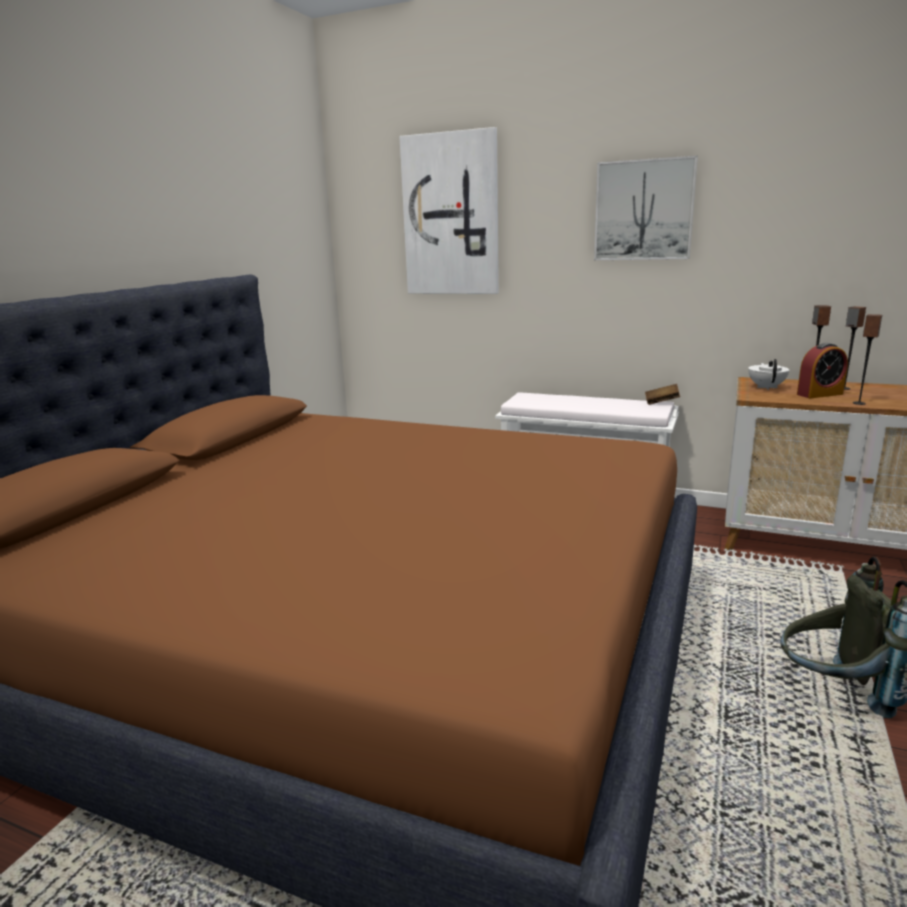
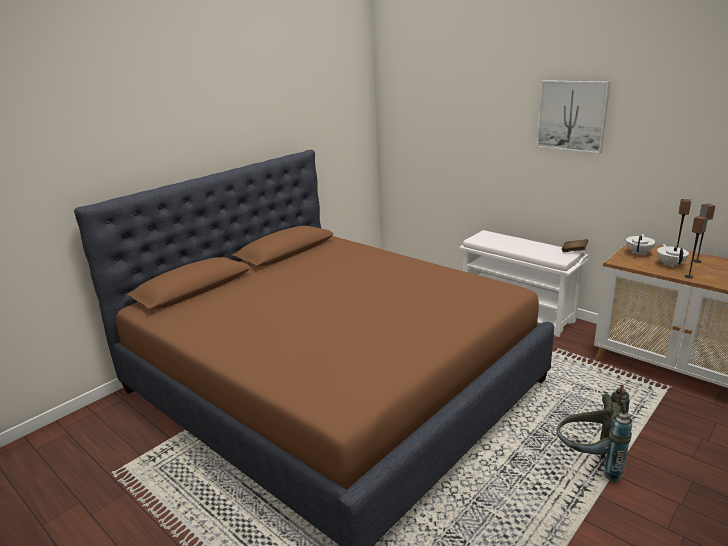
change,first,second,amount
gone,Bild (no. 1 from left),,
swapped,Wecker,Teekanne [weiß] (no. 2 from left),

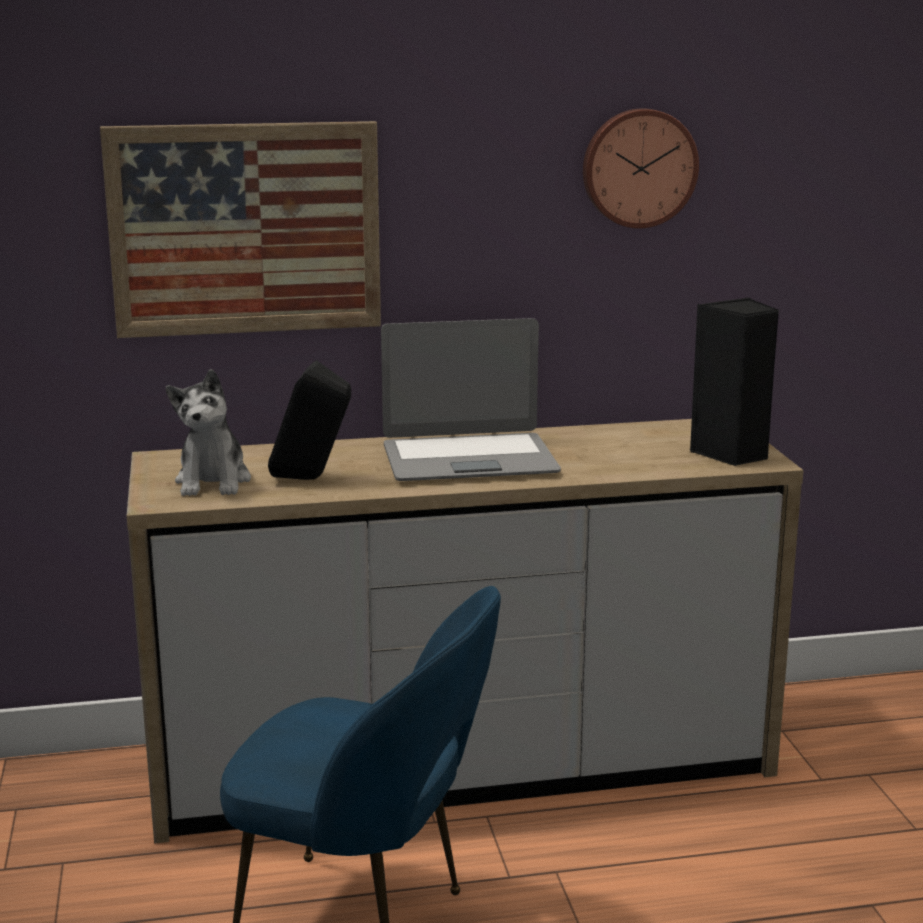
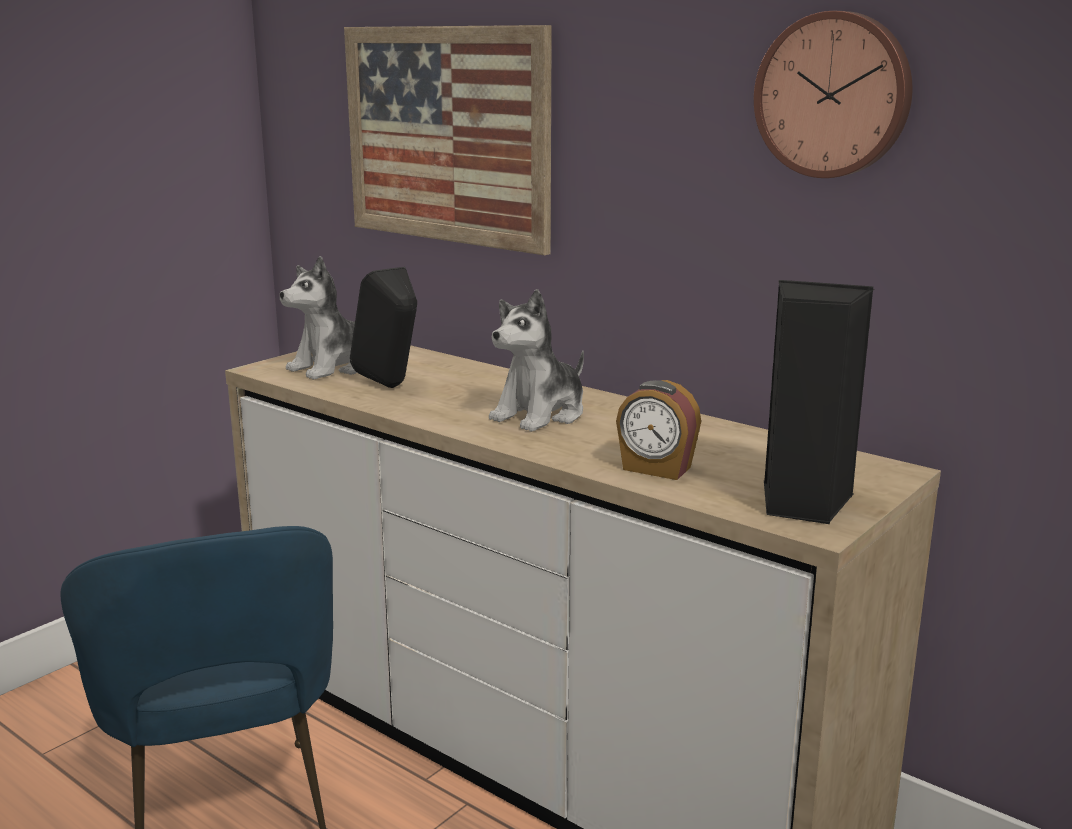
change,first,second,amount
swapped,Laptop,Plüschtier (no. 2 from left),
new,,Wecker,

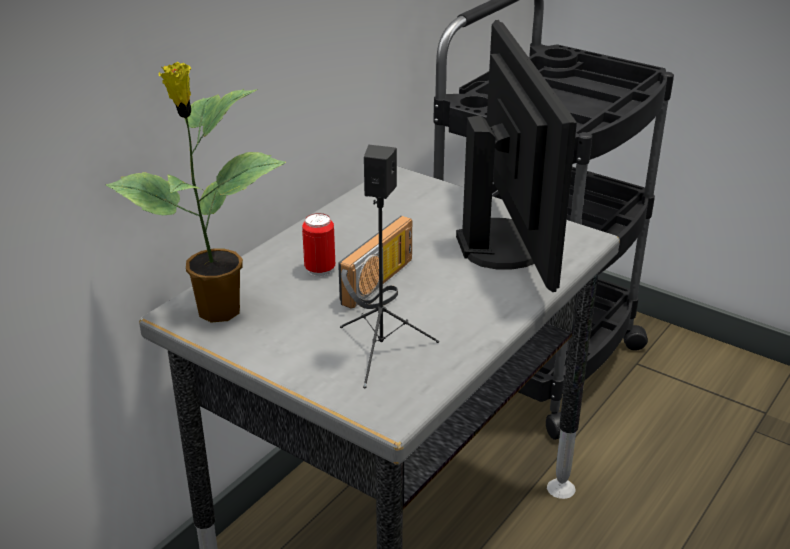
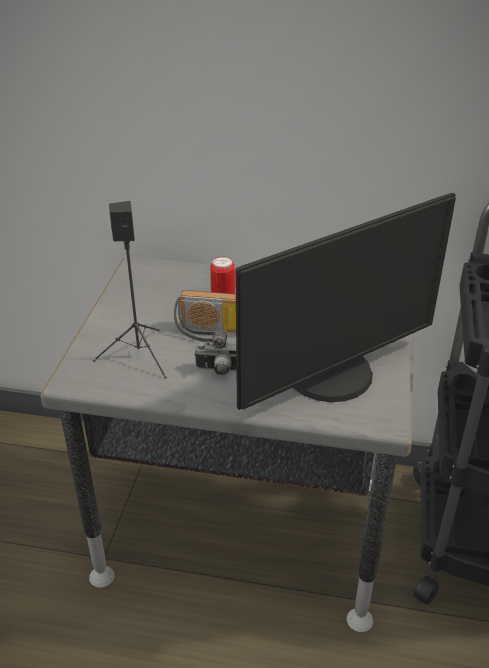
change,first,second,amount
gone,Topfpflanze,,
new,,Kamera,

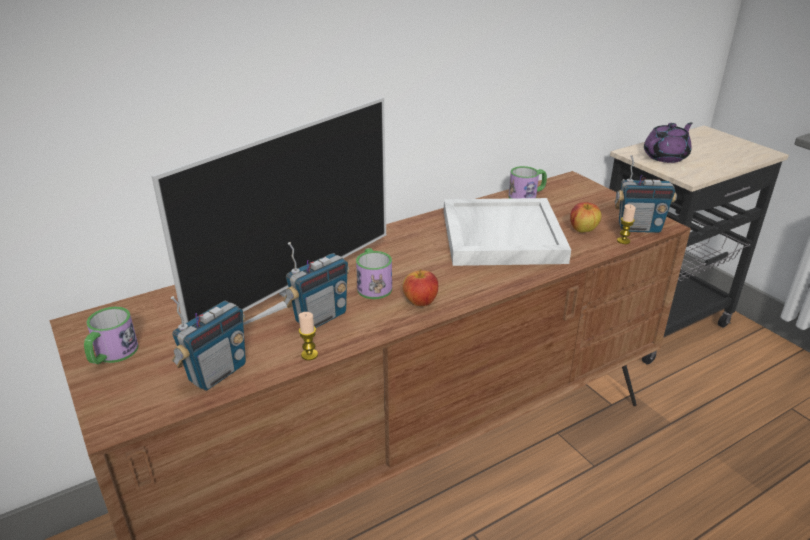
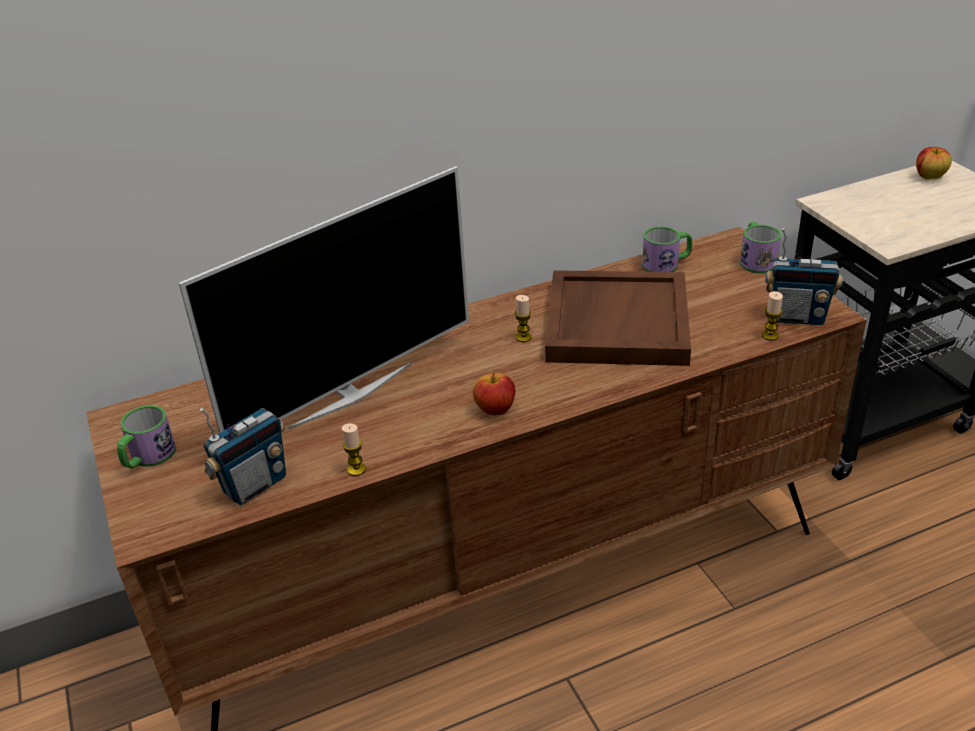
change,first,second,amount
gone,Teekanne [lila],,
repainted,Tablett [weiß],Tablett [braun],
shifted,Apfel (no. 2 from left),,
gone,Radio (no. 2 from left),,
shifted,Henkelbecher (no. 2 from left in the first image),Henkelbecher (no. 3 from left),
new,,Kerze (no. 2 from left),

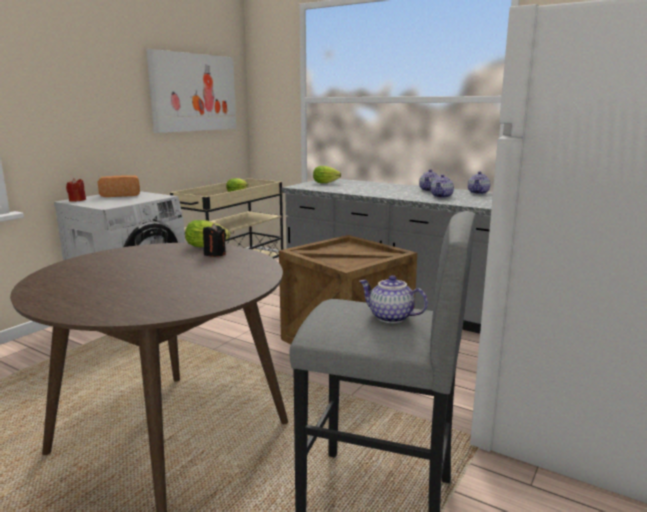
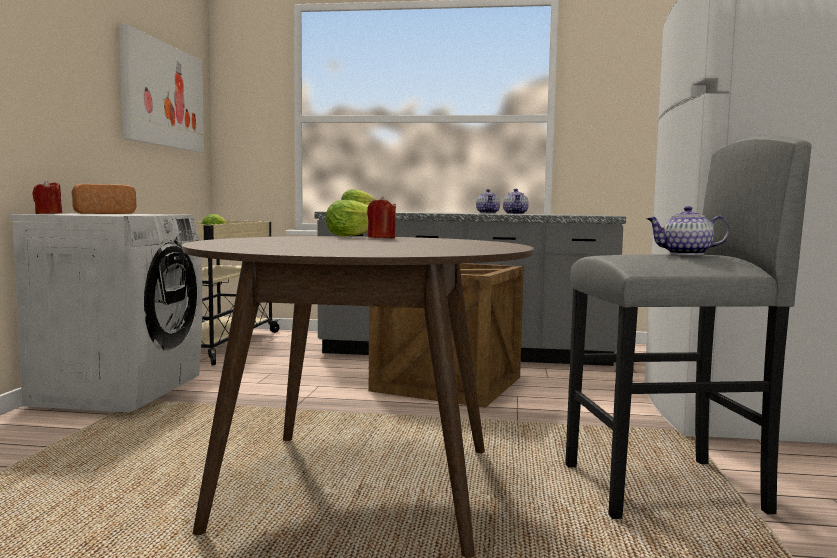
change,first,second,amount
gone,Teekanne (no. 4 from left),,
repainted,Kerze [schwarz],Kerze [rot] (no. 2 from left),

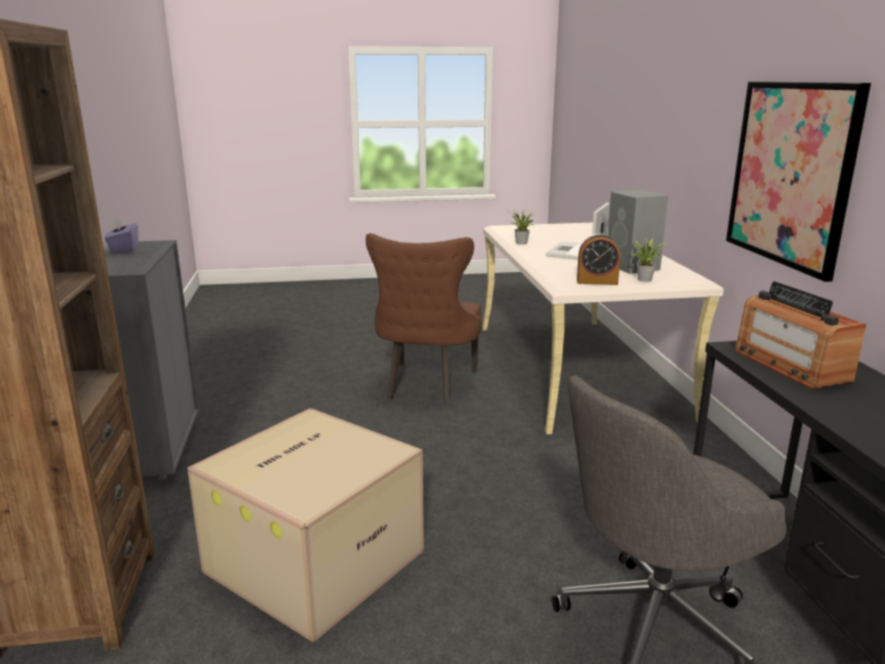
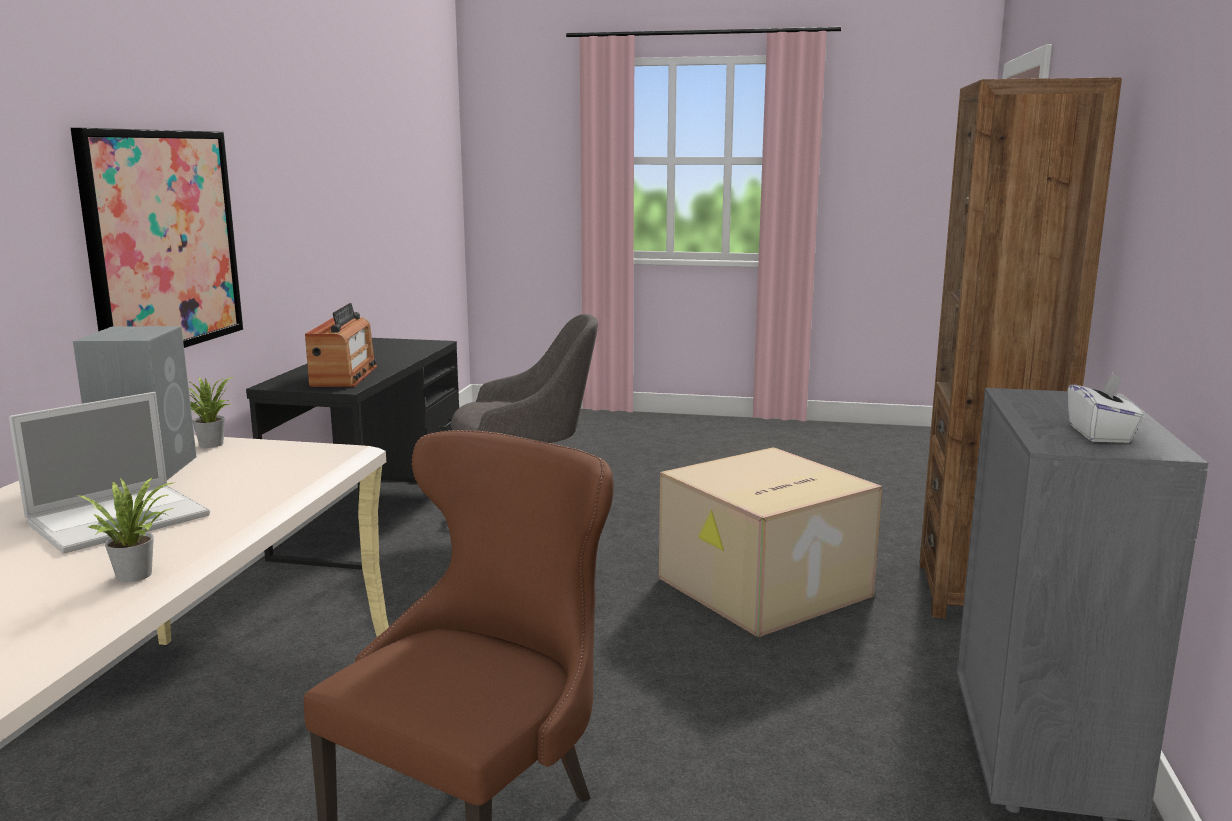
change,first,second,amount
repainted,Taschentuchbox [lila],Taschentuchbox [weiß],
gone,Wecker,,

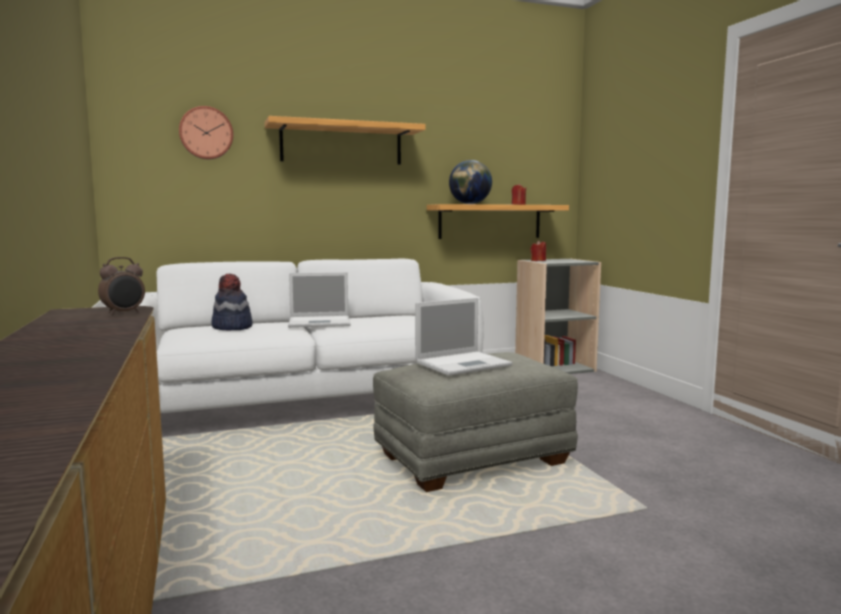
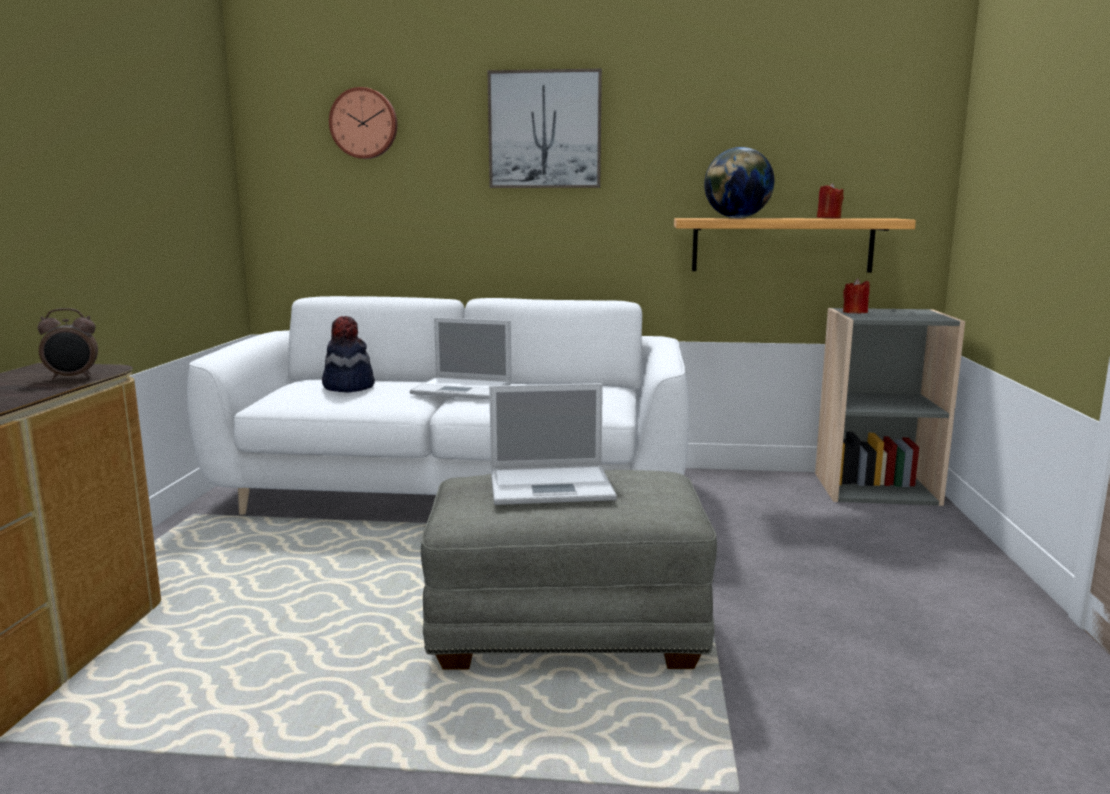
change,first,second,amount
swapped,Wandregal (no. 1 from left),Bild,

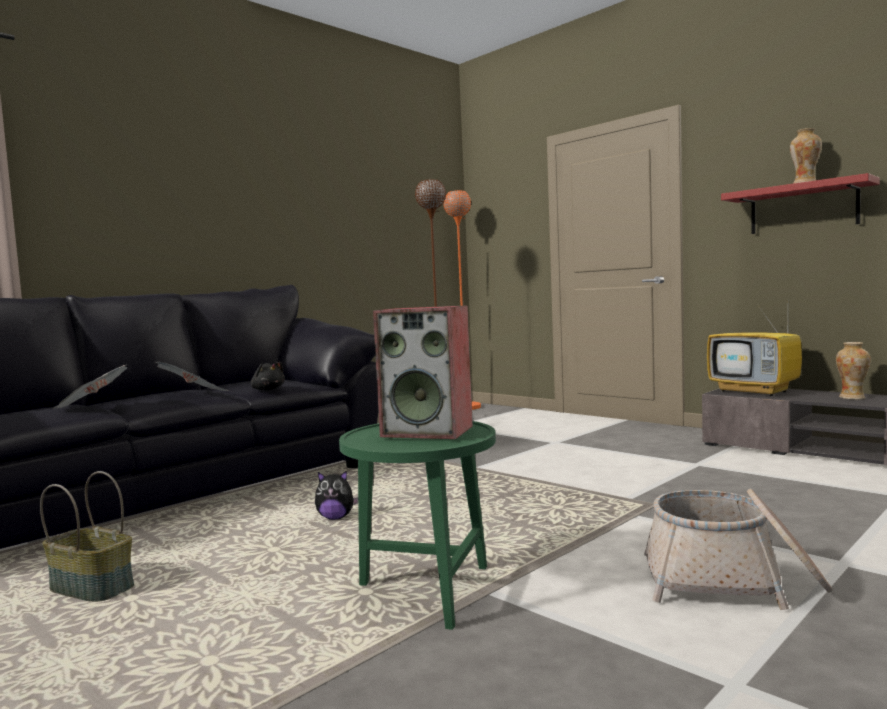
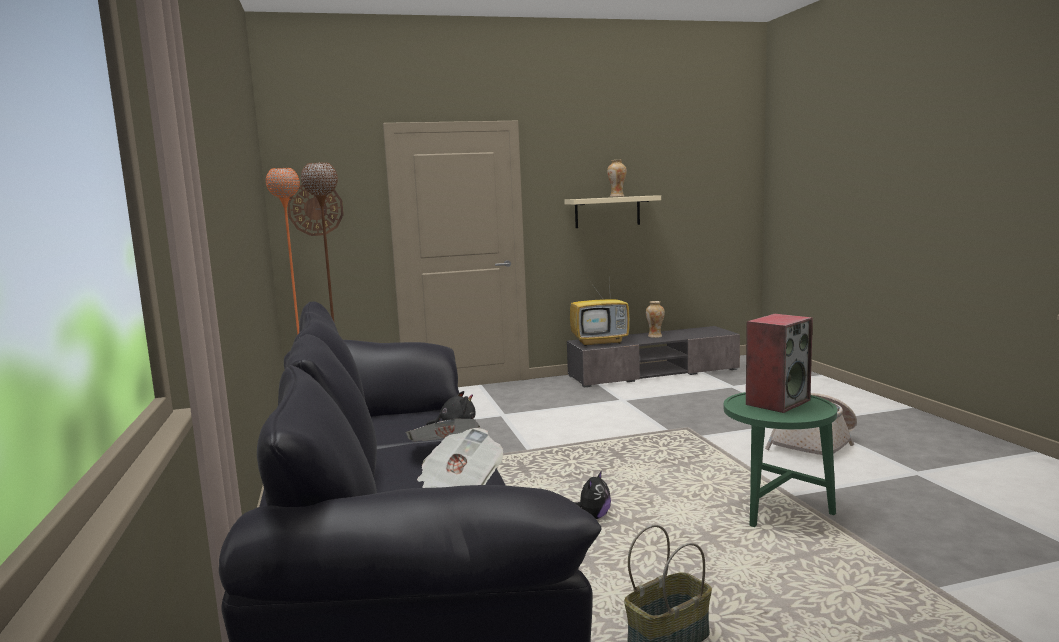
change,first,second,amount
repainted,Wandregal [rot],Wandregal [beige],
new,,Wanduhr,

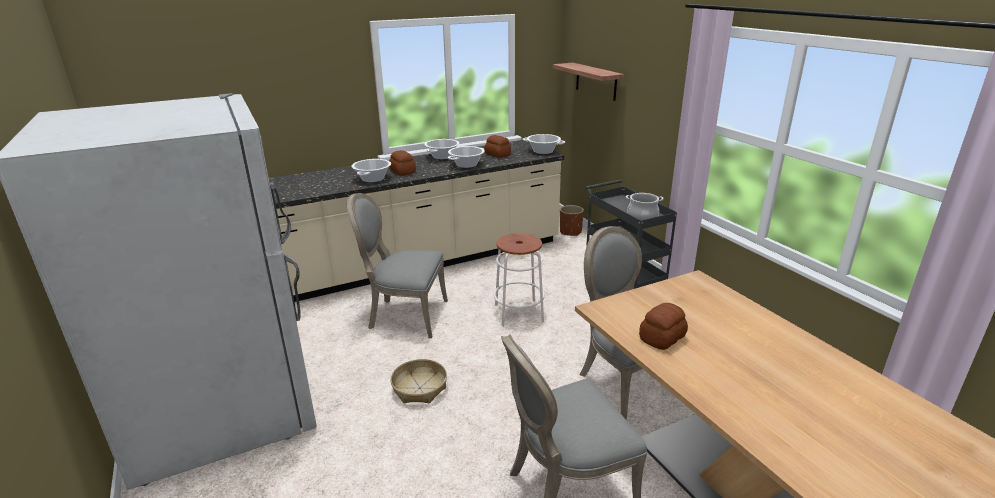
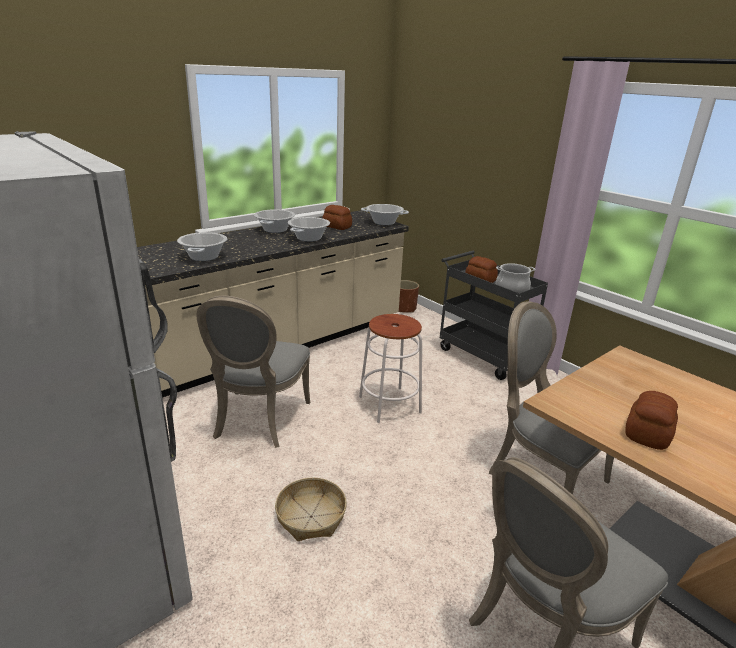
change,first,second,amount
gone,Wandregal,,
shifted,Brot (no. 1 from left in the first image),Brot (no. 2 from left),
rotated,Stuhl [grau] (no. 1 from left),,75 degrees counterclockwise

